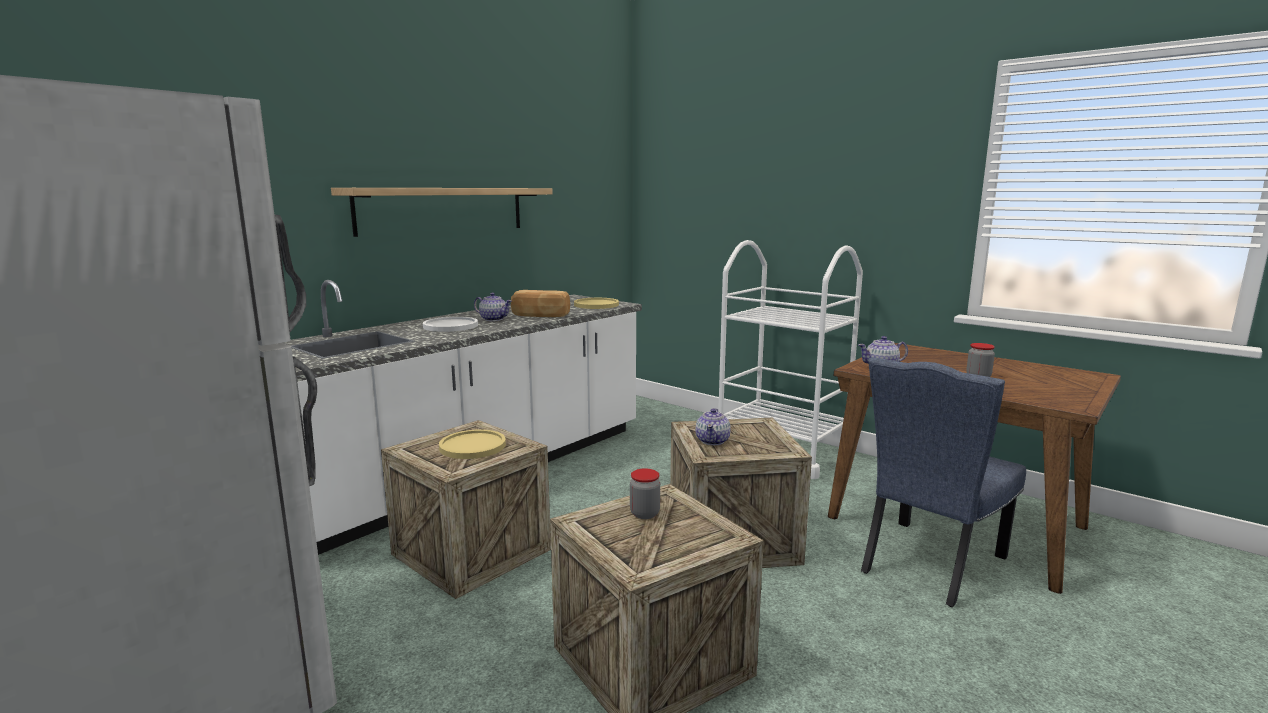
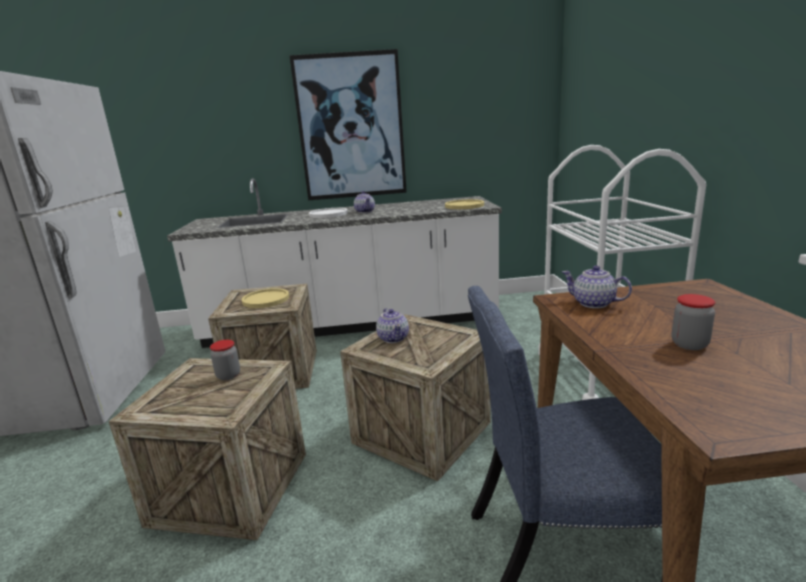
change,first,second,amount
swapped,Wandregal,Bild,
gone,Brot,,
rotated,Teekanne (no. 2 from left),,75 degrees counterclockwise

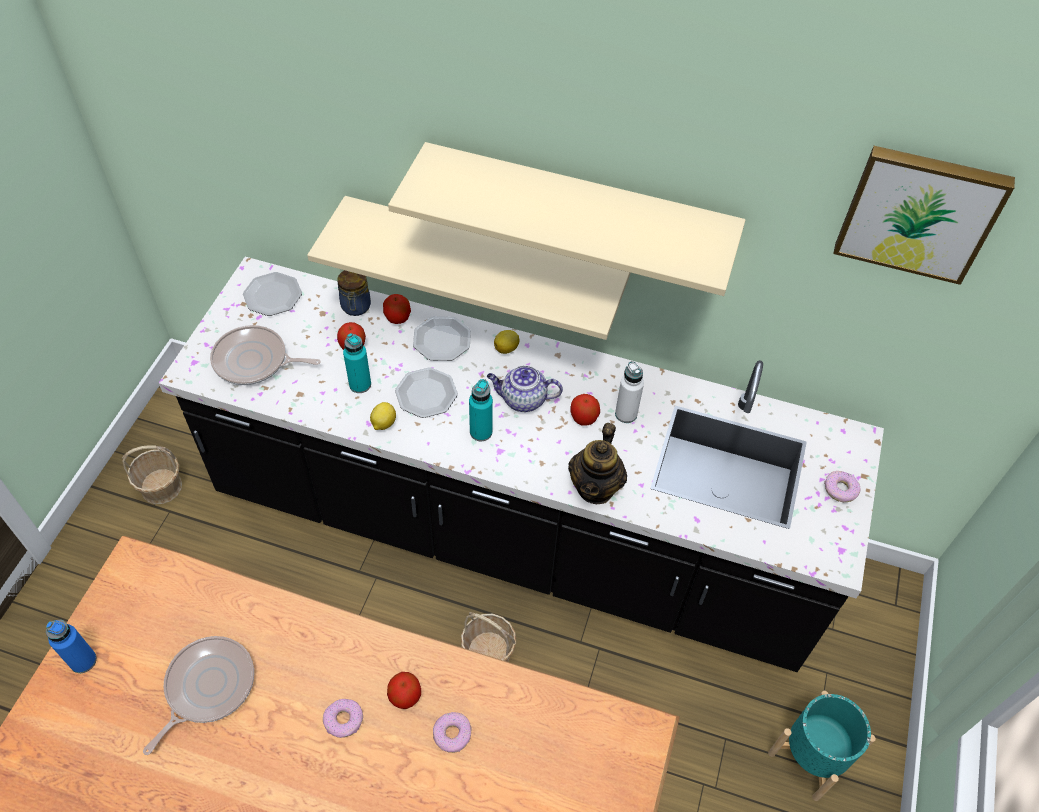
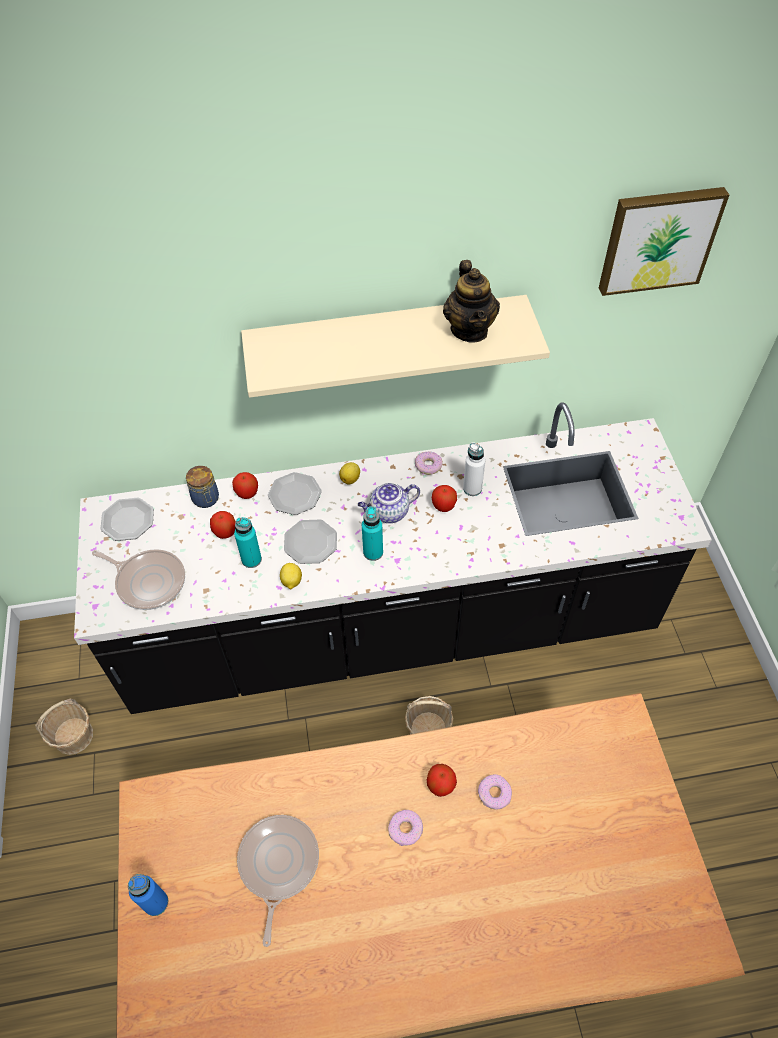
change,first,second,amount
gone,Wandregal [beige] (no. 1 from left),,
rotated,Pfanne (no. 2 from left in the first image),Pfanne (no. 1 from left),135 degrees counterclockwise
shifted,Teekanne (no. 2 from left),,
shifted,Donut (no. 3 from left in the first image),Donut (no. 2 from left),
gone,Pflanzkübel [türkis],,

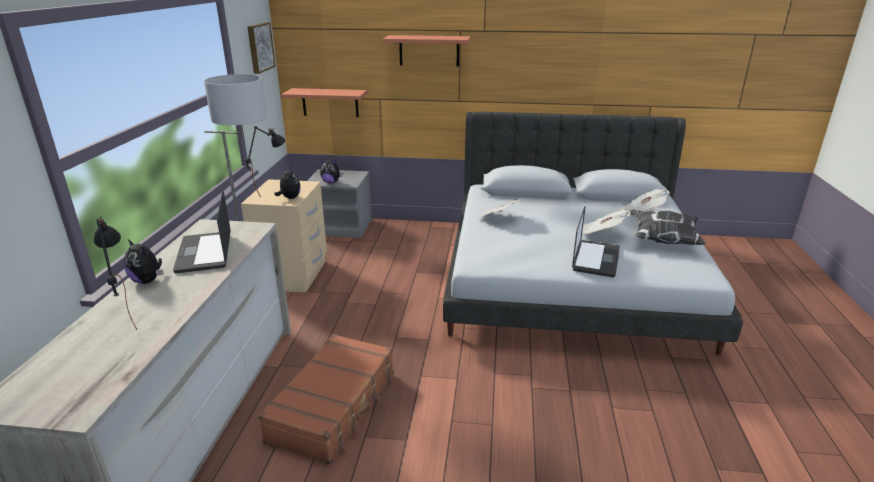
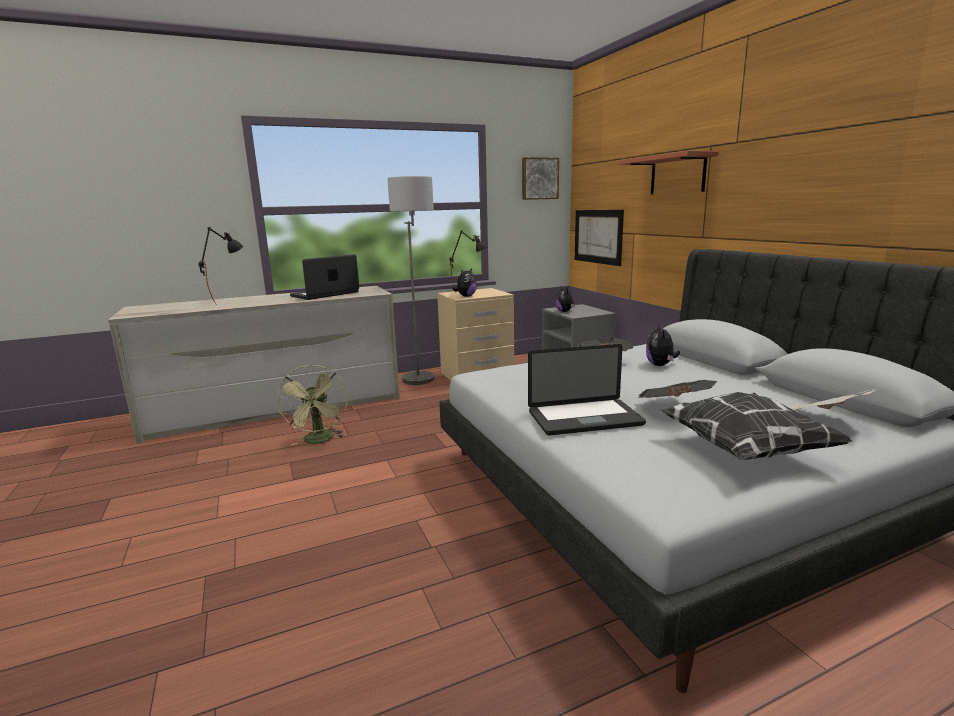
change,first,second,amount
swapped,Wandregal (no. 1 from left),Bild (no. 2 from left),
shifted,Plüschtier (no. 1 from left in the first image),Plüschtier (no. 3 from left),
swapped,Koffer [braun],Ventilator [grün],

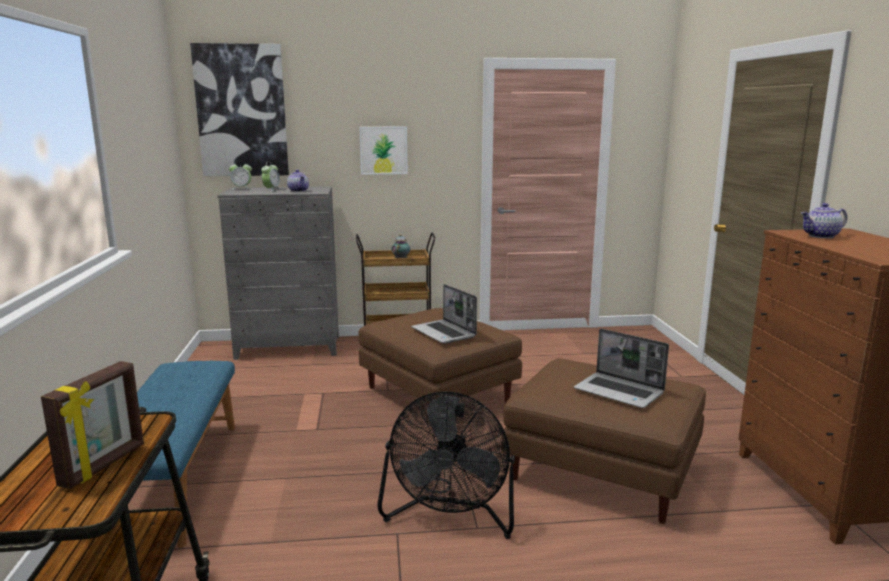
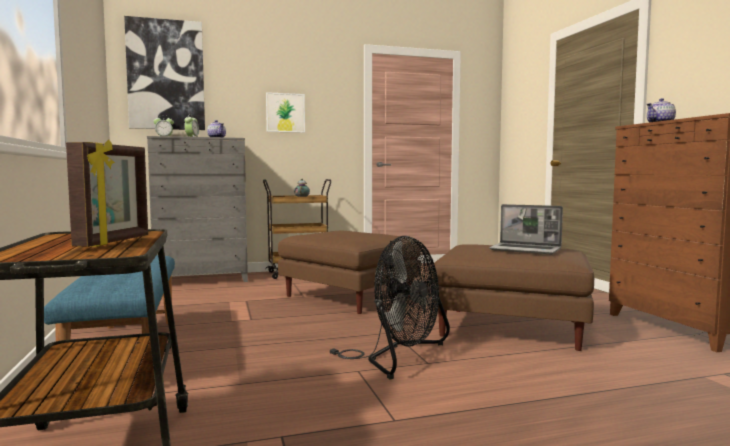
change,first,second,amount
gone,Laptop (no. 1 from left),,
rotated,Ventilator [schwarz],,60 degrees counterclockwise

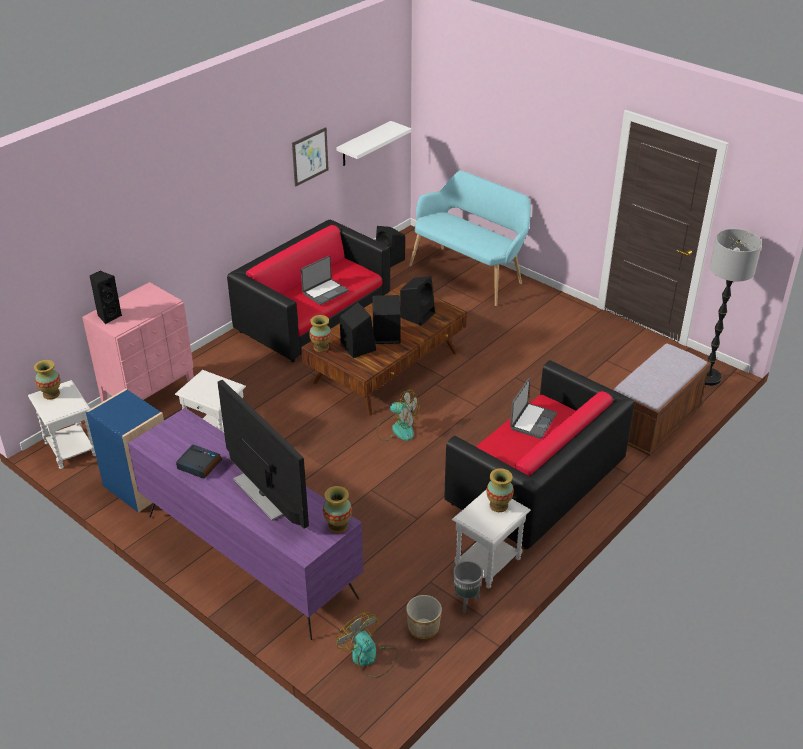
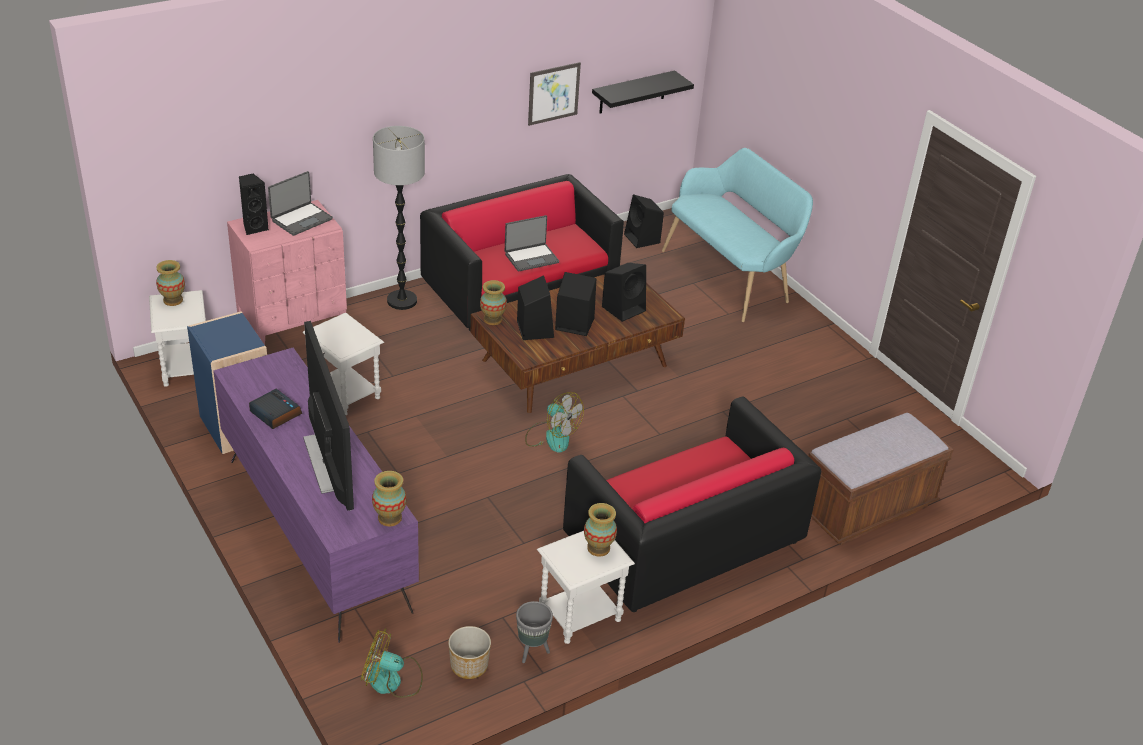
change,first,second,amount
repainted,Wandregal [weiß],Wandregal [schwarz],
shifted,Stehlampe,,
shifted,Laptop (no. 2 from left in the first image),Laptop (no. 1 from left),
rotated,Ventilator (no. 1 from left),,60 degrees counterclockwise

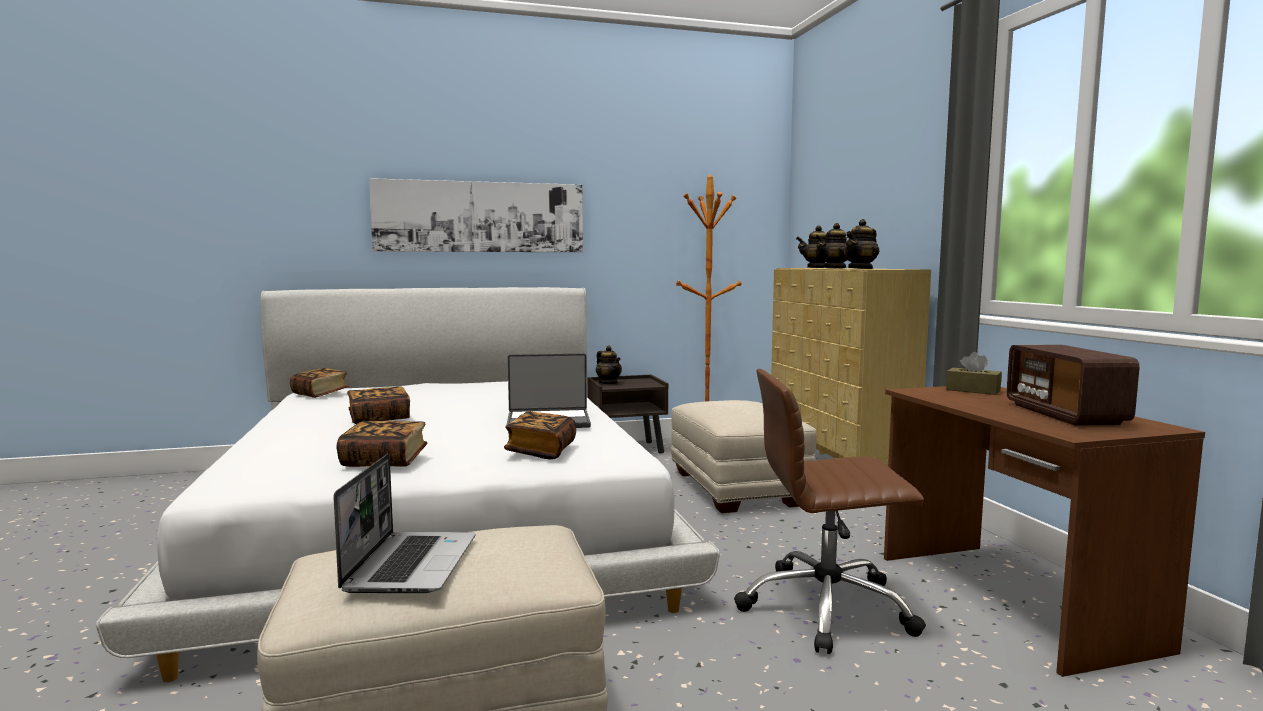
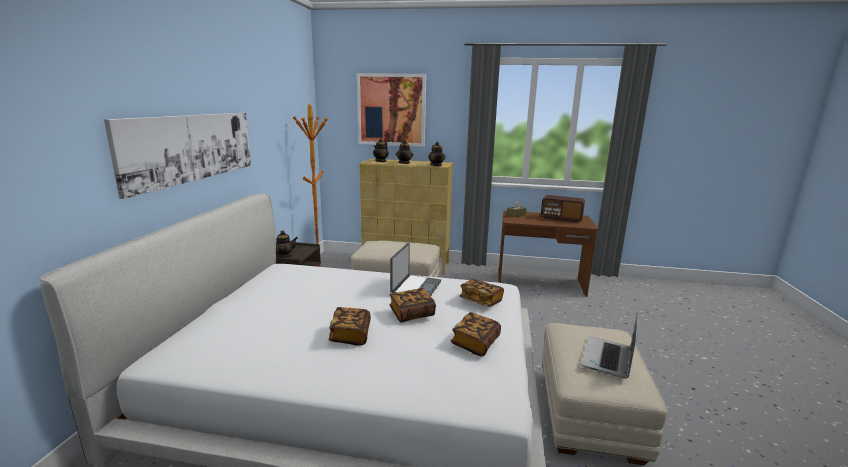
change,first,second,amount
shifted,Buch (no. 1 from left in the first image),Buch (no. 2 from left),
gone,Bürostuhl [braun],,
rotated,Laptop (no. 1 from left in the first image),Laptop (no. 2 from left),90 degrees counterclockwise
new,,Bild (no. 2 from left),

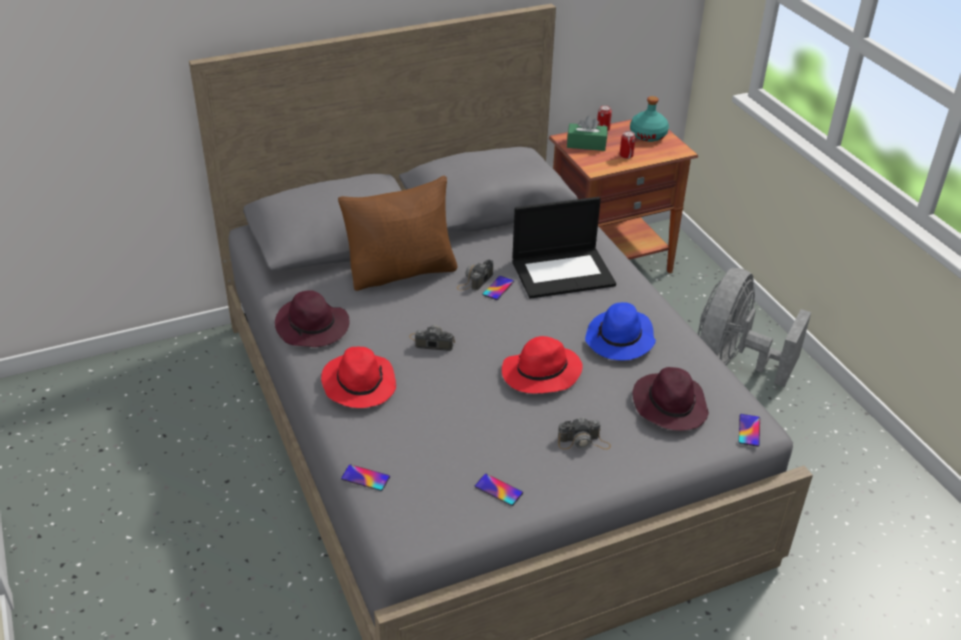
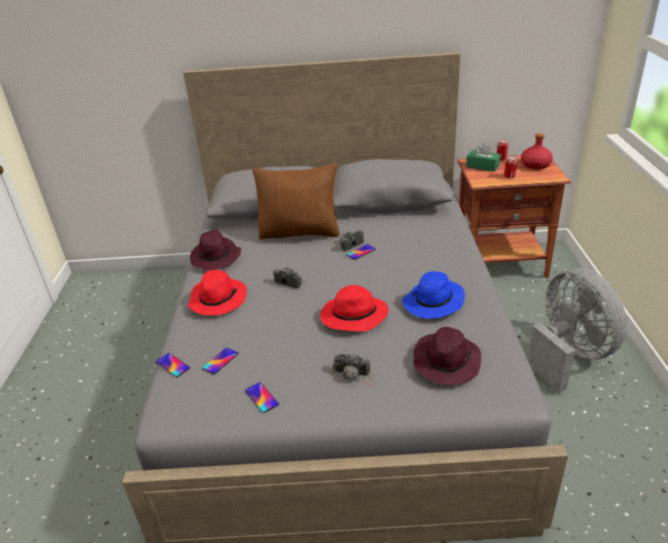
change,first,second,amount
repainted,Flasche [türkis],Flasche [rot],
gone,Laptop,,
rotated,Ventilator [grau],,105 degrees clockwise
shifted,Handy (no. 4 from left in the first image),Handy (no. 2 from left),

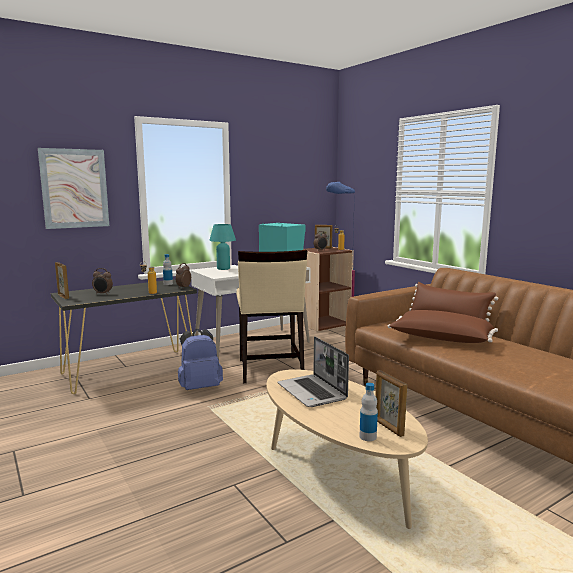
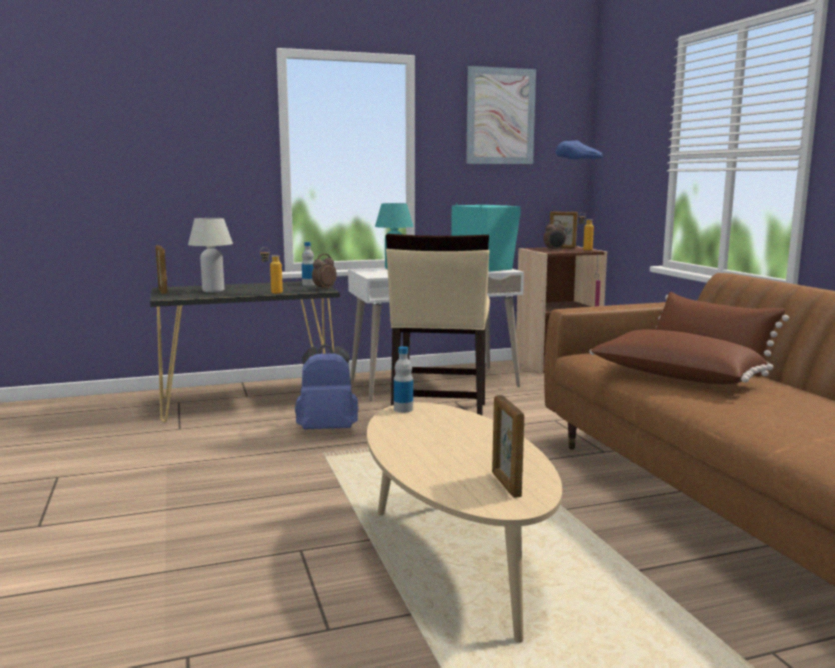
change,first,second,amount
shifted,Bild,,
swapped,Wecker (no. 1 from left),Tischlampe [weiß],
gone,Laptop,,
shifted,Flasche (no. 4 from left in the first image),Flasche (no. 3 from left),

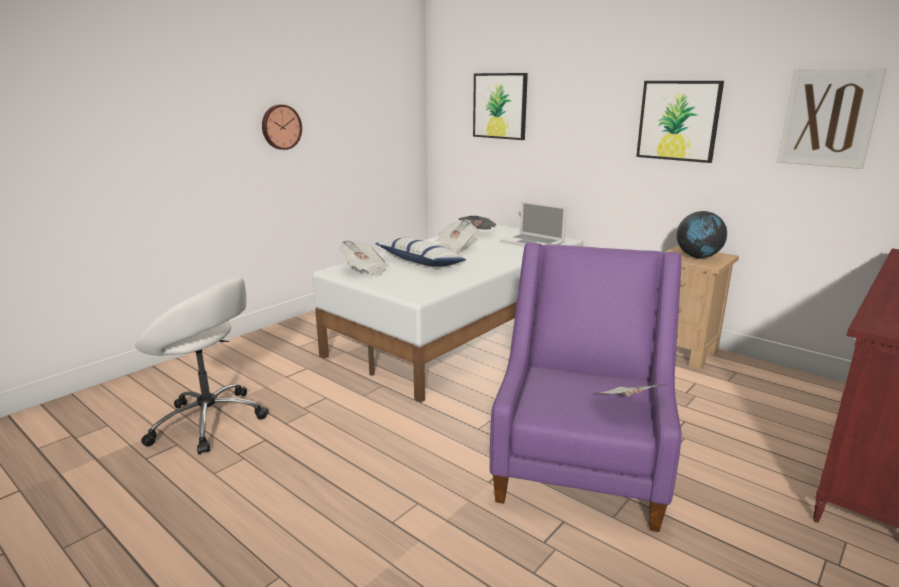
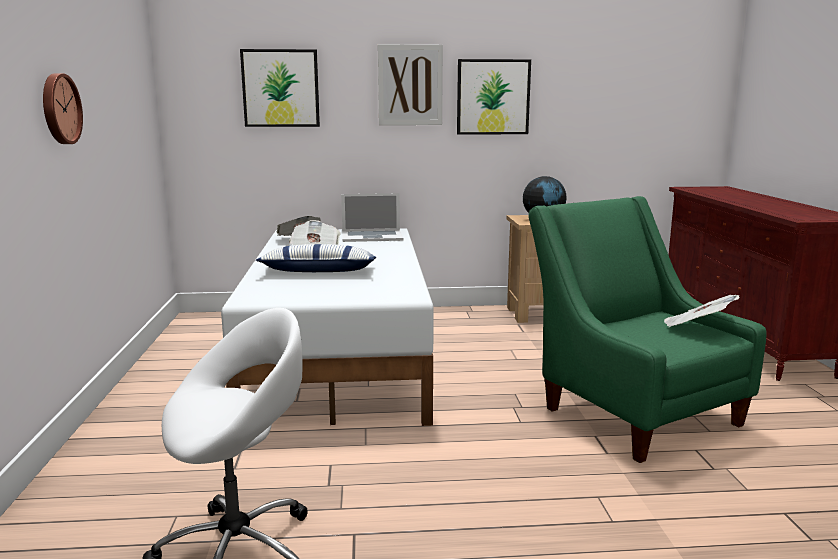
change,first,second,amount
shifted,Bild (no. 3 from left in the first image),Bild (no. 2 from left),
gone,Zeitung (no. 1 from left),,
repainted,Sessel [lila],Sessel [grün],

